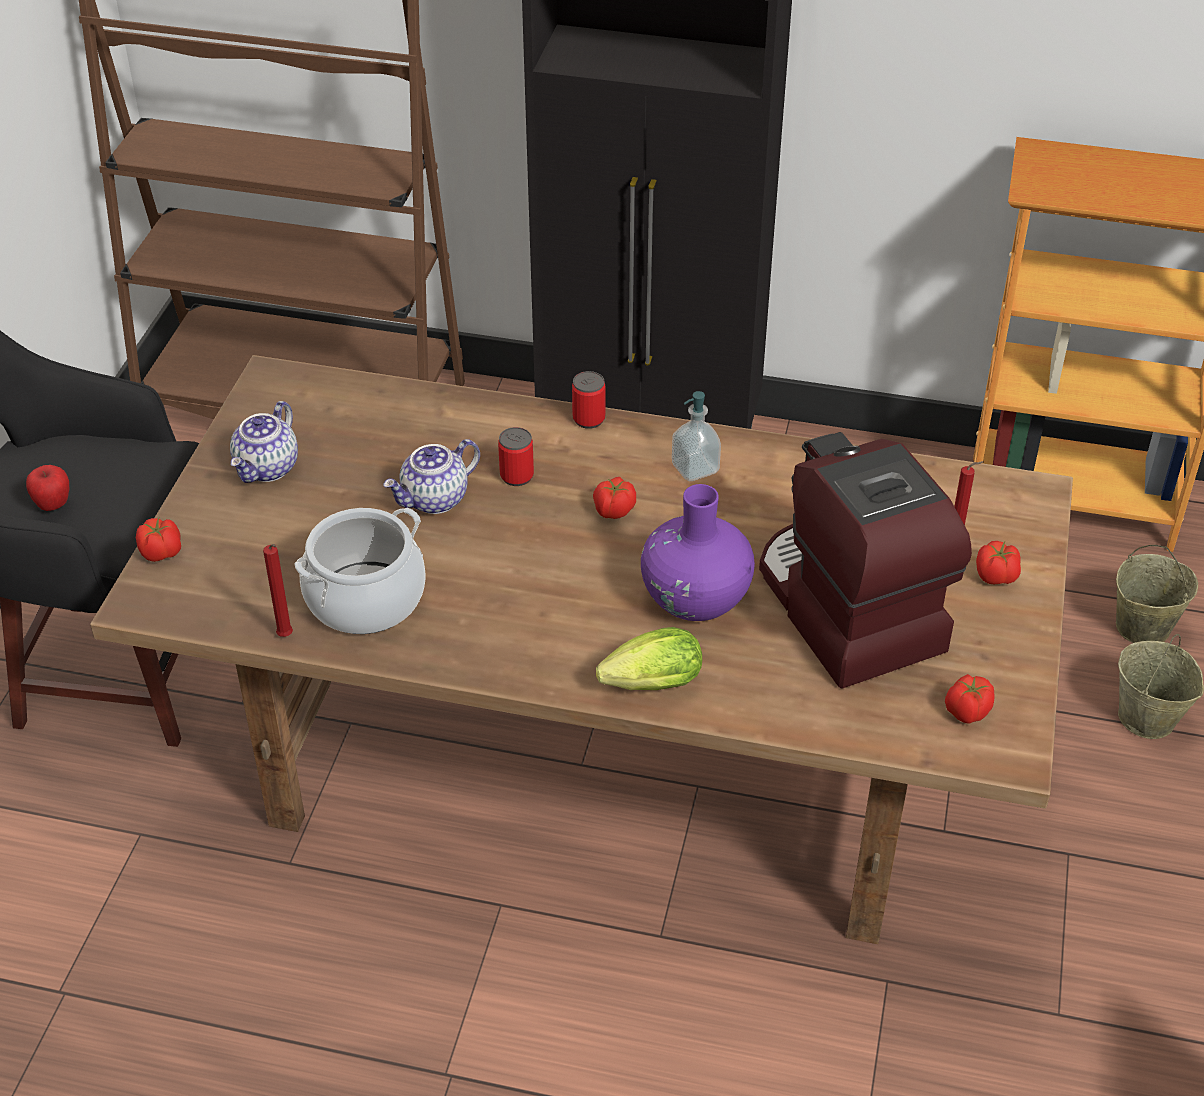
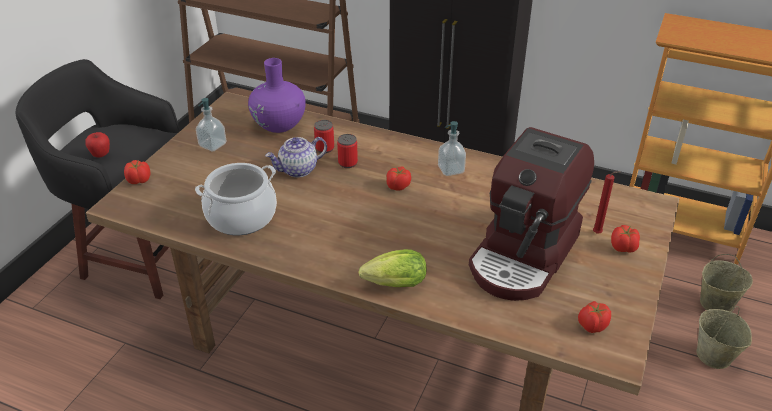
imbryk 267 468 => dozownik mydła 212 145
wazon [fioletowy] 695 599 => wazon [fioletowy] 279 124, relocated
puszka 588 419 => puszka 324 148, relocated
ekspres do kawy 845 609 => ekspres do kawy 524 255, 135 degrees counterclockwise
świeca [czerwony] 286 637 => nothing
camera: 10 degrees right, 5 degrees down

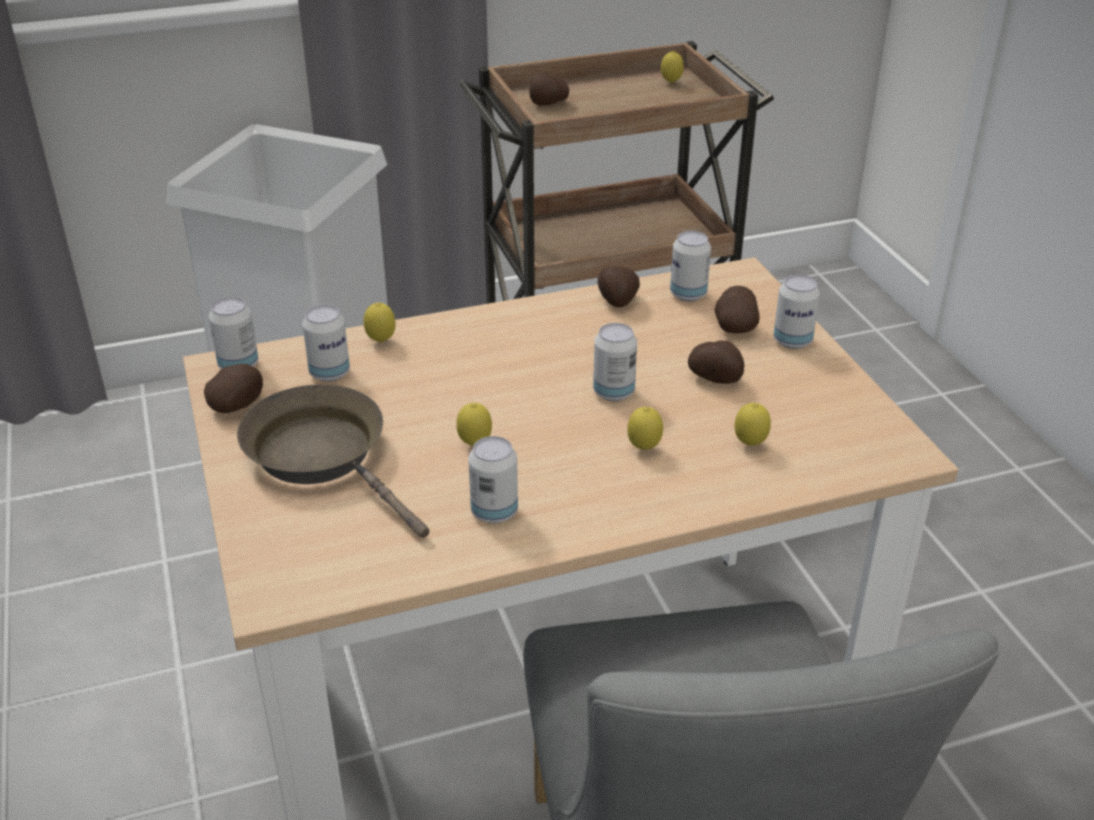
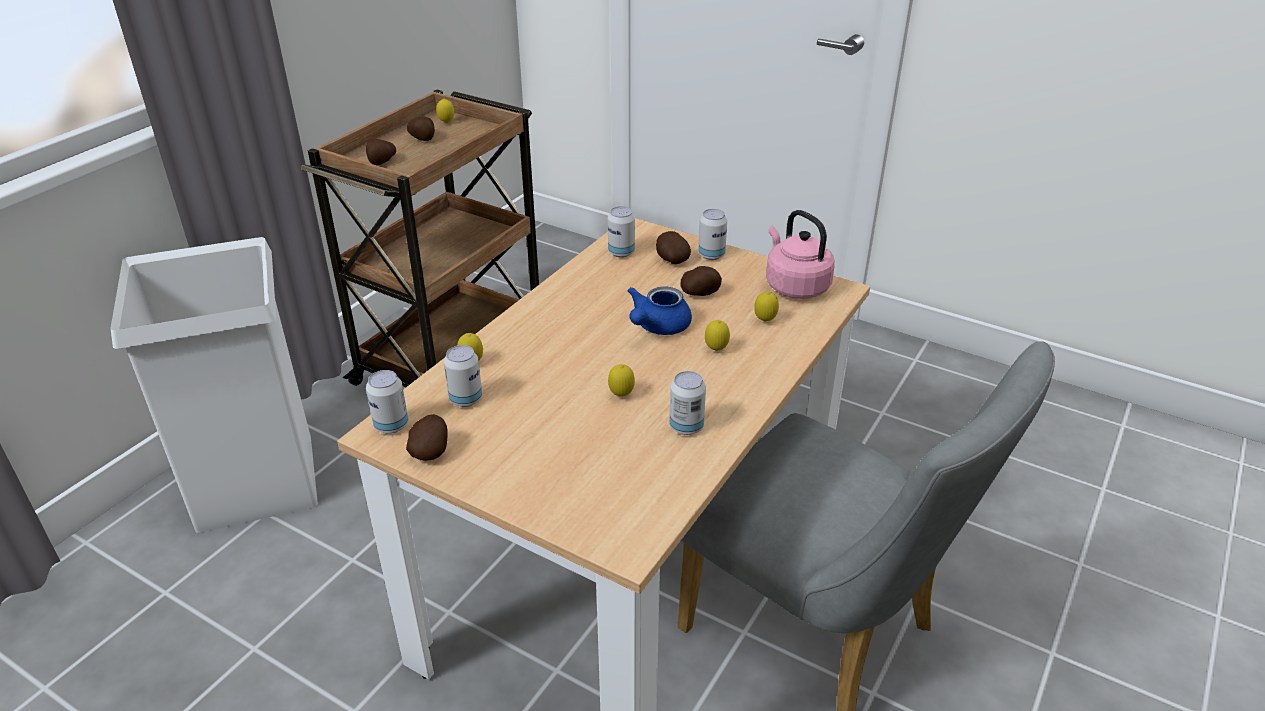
ziemniak 617 301 => ziemniak 423 139, relocated
puszka 613 392 => imbryk [niebieski] 657 327
nothing => czajnik [różowy] 794 286
patelnia [brązowy] 323 457 => nothing
camera: 40 degrees left, 0 degrees up

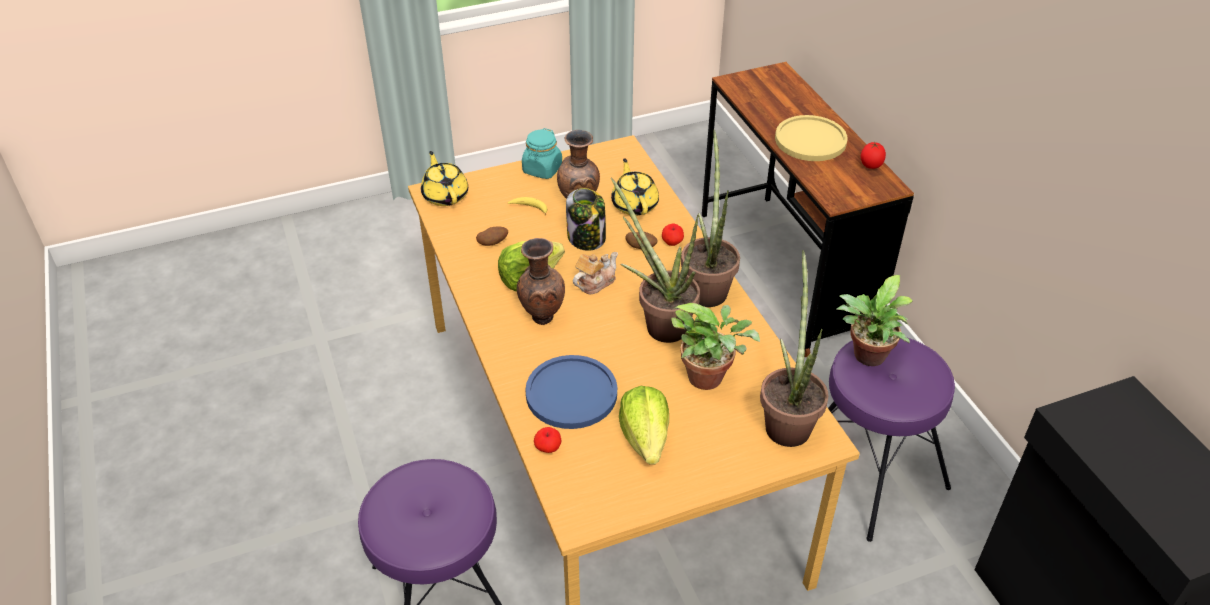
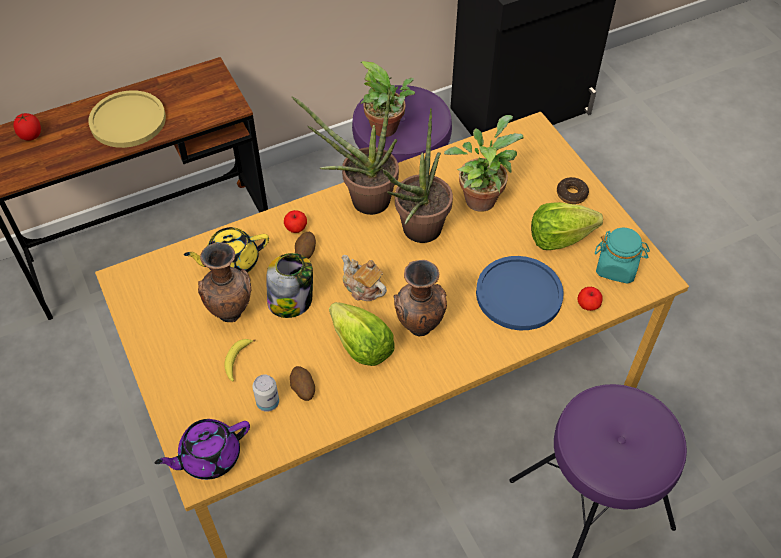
pomidor 870 166 => pomidor 31 136, relocated
imbryk [żółty] 445 195 => imbryk [fioletowy] 209 456
nothing => puszka 268 402
nothing => donut 571 194
słoik [turkusowy] 542 169 => słoik [turkusowy] 616 268, relocated
roślina doniczkowa 787 421 => nothing
camera: 95 degrees left, 10 degrees up

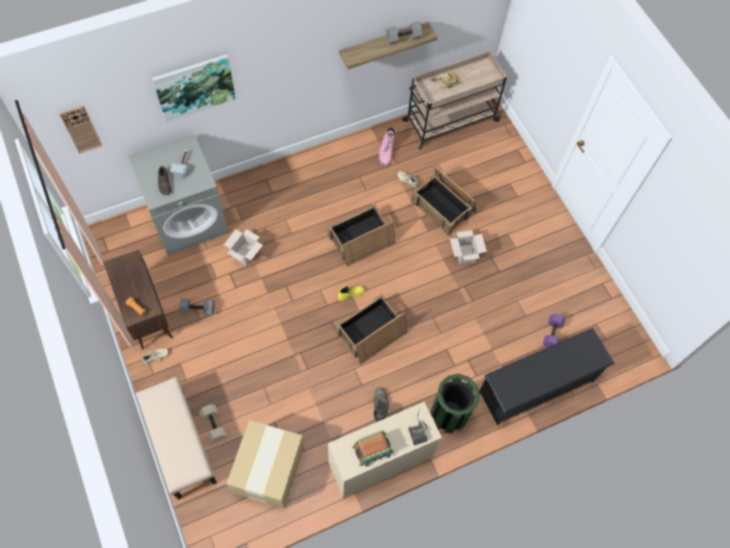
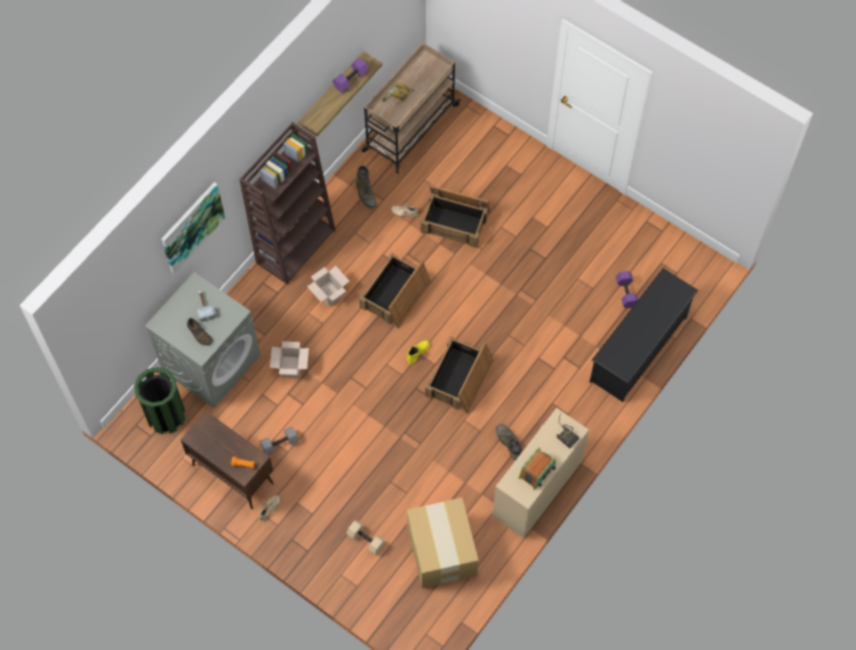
kosz na śmieci [zielony] 448 415 => kosz na śmieci [zielony] 166 416, relocated
nothing => regał [brązowy] 296 245
karton 464 254 => karton 328 293, relocated
hantel [szary] 403 37 => hantel [fioletowy] 350 79
but z cholewką [różowy] 386 152 => but z cholewką [zielony] 365 193
zegar ścienny 81 129 => nothing
ławka [beżowy] 180 443 => nothing
camera: 25 degrees left, 0 degrees up

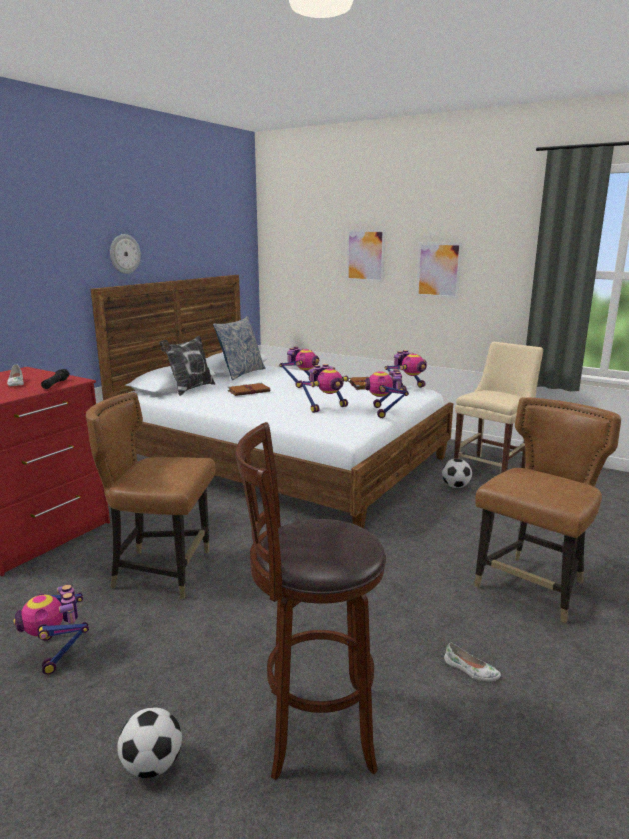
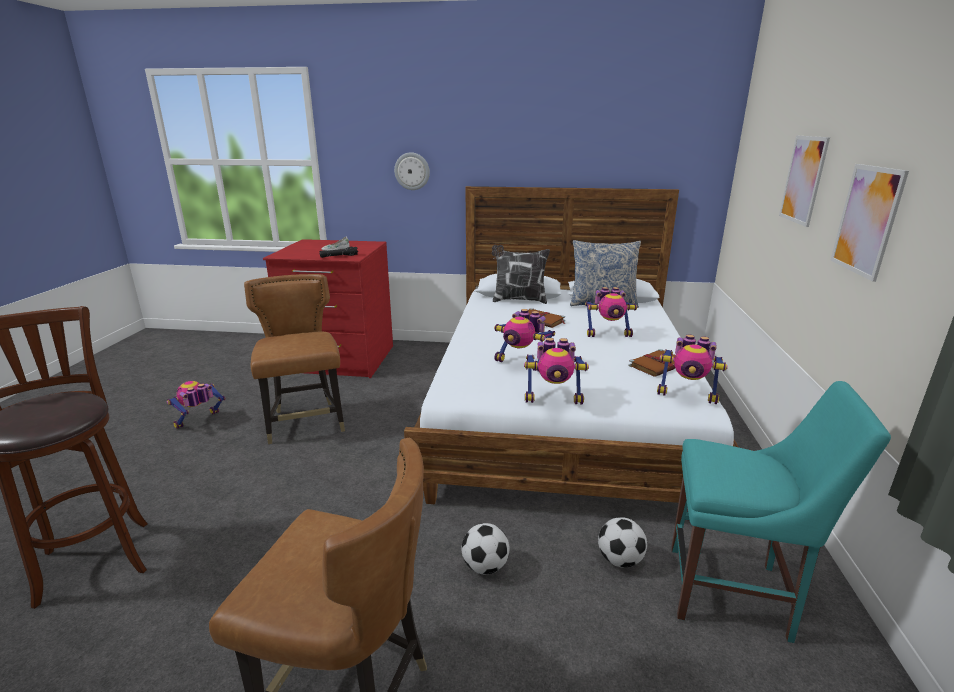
zegar ścienny 124 254 => zegar ścienny 412 171, relocated
piłka futbolowa 153 765 => piłka futbolowa 485 566, relocated
robot zabawkowy 385 412 => robot zabawkowy 553 398, 150 degrees counterclockwise
krzesło [beżowy] 492 469 => krzesło [turkusowy] 734 593
but [biały] 471 670 => nothing
camera: 65 degrees right, 5 degrees up

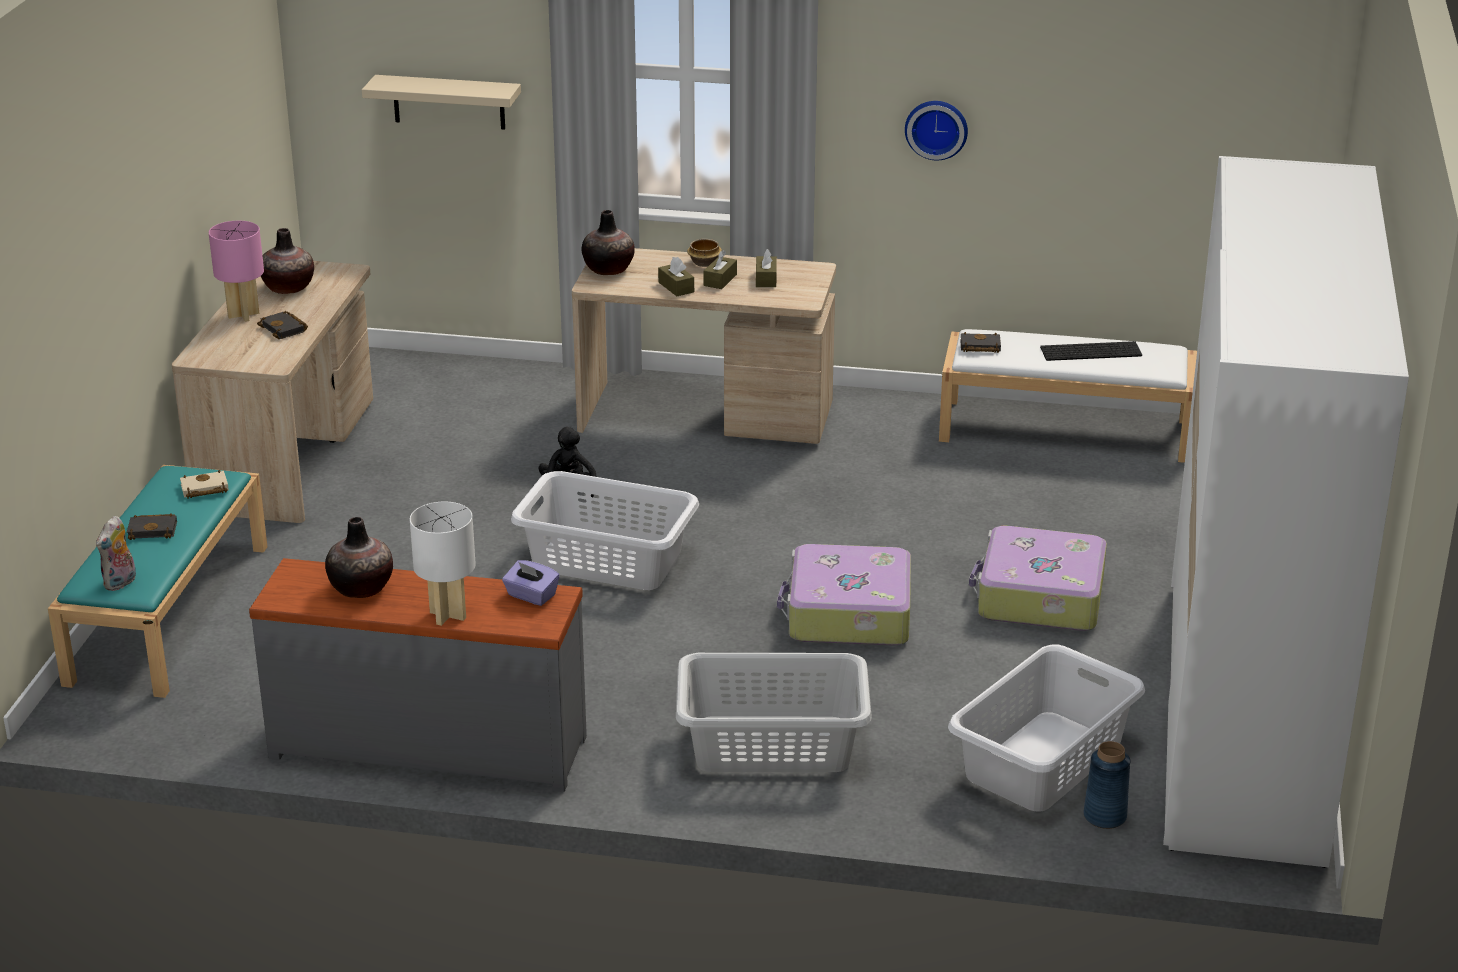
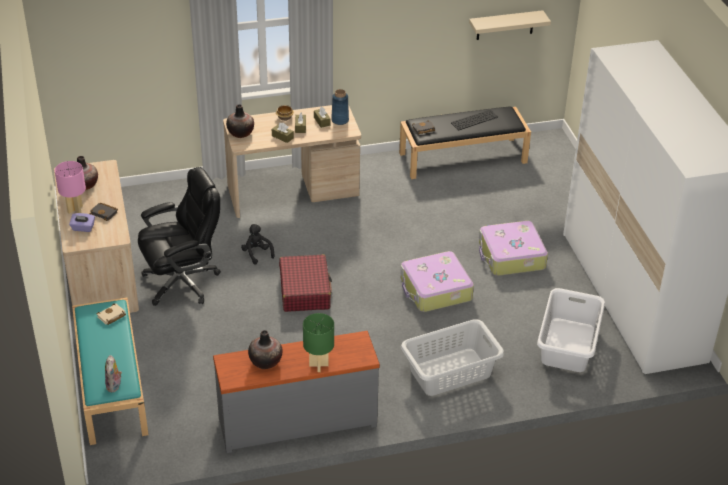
pudełko chusteczek [fioletowy] 531 596 => pudełko chusteczek [fioletowy] 83 228, relocated
nothing => krzesło biurowe [czarny] 183 282
kosz na pranie [biały] 606 560 => walizka [czerwony] 305 291
lampa stołowa [biały] 448 616 => lampa stołowa [zielony] 319 365
wazon [niebieski] 1104 816 => wazon [niebieski] 340 120, relocated
ławka [biały] 1066 430 => ławka [czarny] 463 157
półka [beżowy] 449 102 => półka [beżowy] 505 25, relocated
książka [czarny] 154 530 => nothing
zegar ścienny 936 128 => nothing
camera: 25 degrees left, 10 degrees up

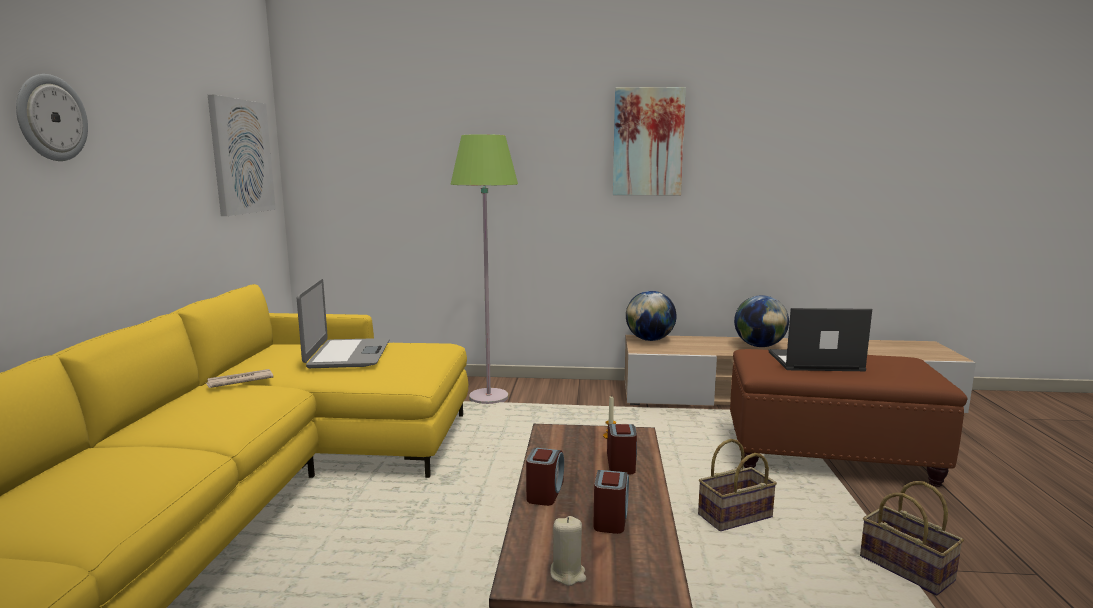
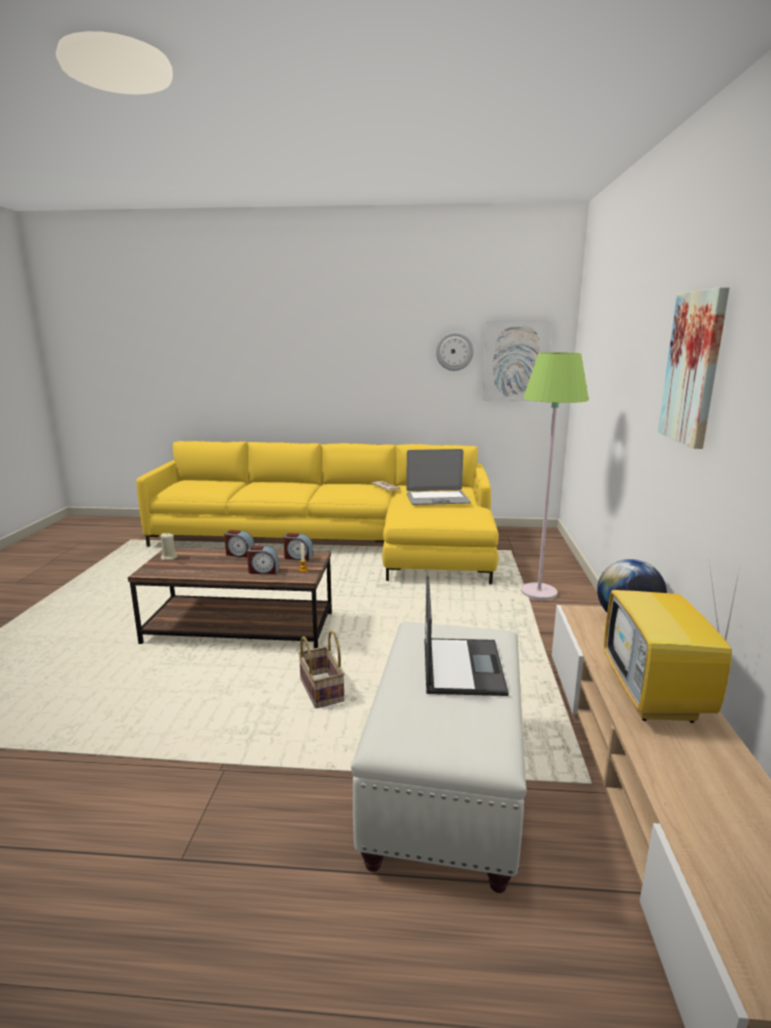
budzik 611 518 => budzik 298 557, relocated
pufa [brązowy] 830 456 => pufa [biały] 445 786
zegar ścienny 51 118 => zegar ścienny 454 351, relocated
globus 759 346 => telewizor 656 698
koszyk 909 569 => nothing
camera: 90 degrees right, 5 degrees up

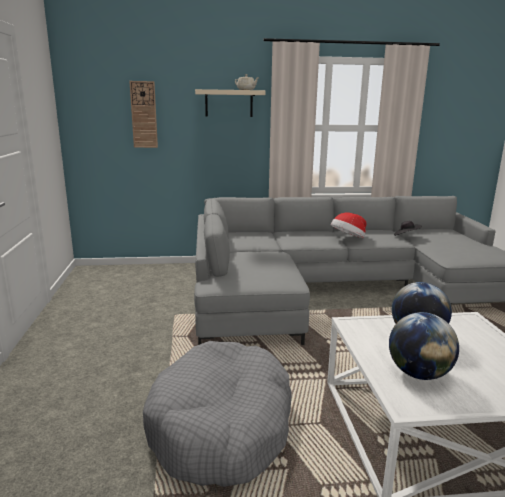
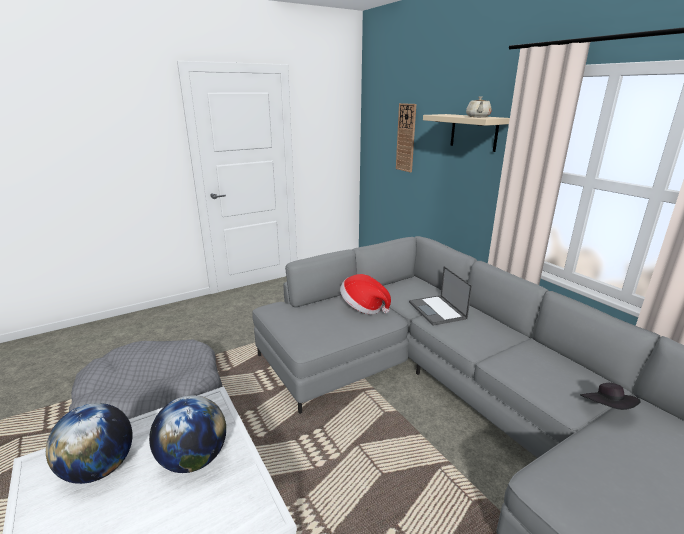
kapelusz 348 239 => kapelusz 363 307, relocated
nothing => laptop 438 310
camera: 65 degrees right, 5 degrees up

